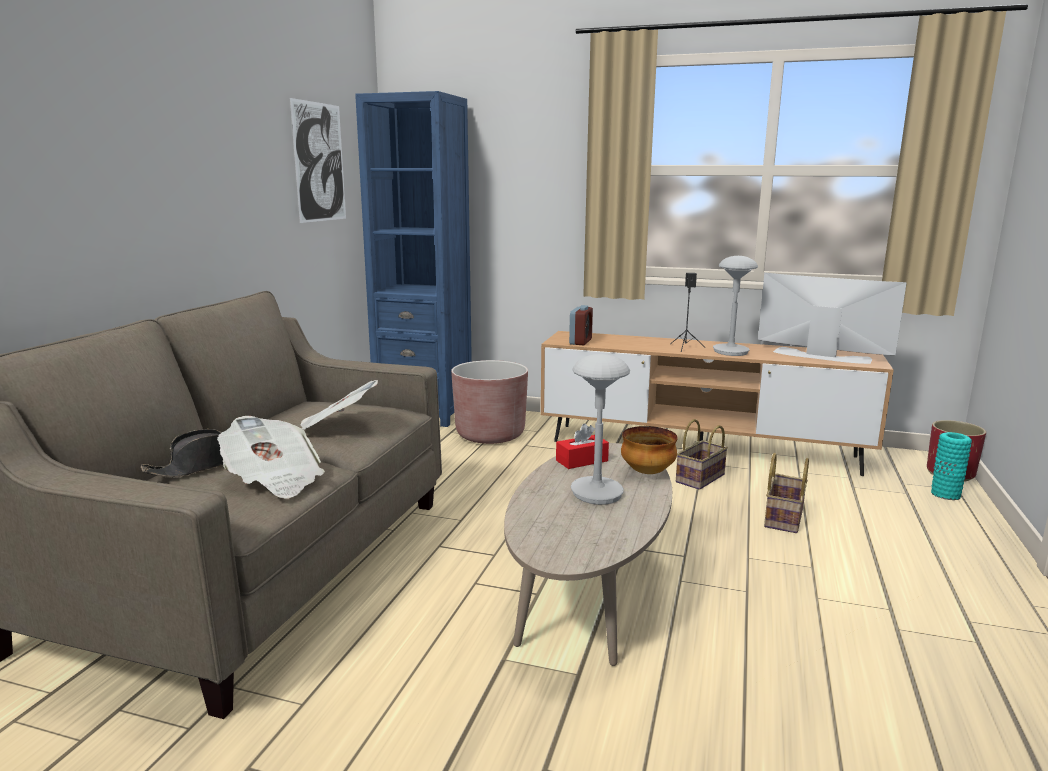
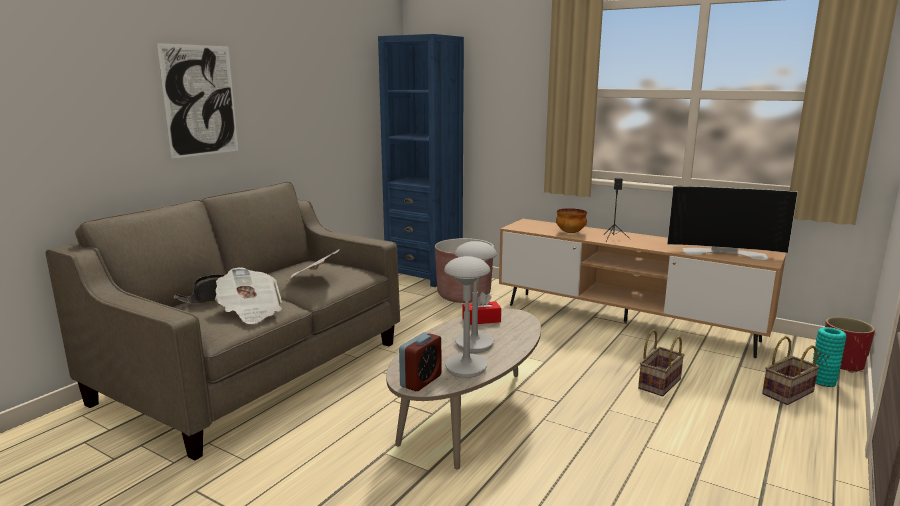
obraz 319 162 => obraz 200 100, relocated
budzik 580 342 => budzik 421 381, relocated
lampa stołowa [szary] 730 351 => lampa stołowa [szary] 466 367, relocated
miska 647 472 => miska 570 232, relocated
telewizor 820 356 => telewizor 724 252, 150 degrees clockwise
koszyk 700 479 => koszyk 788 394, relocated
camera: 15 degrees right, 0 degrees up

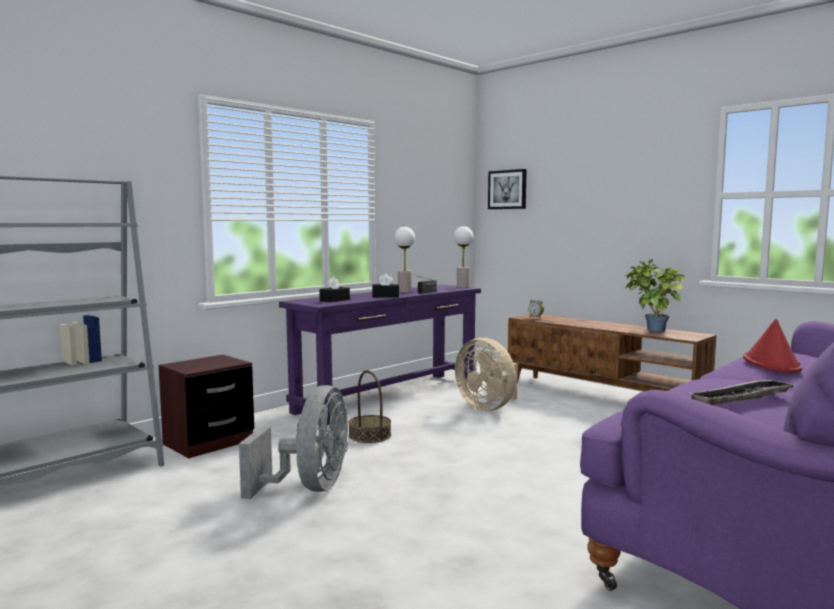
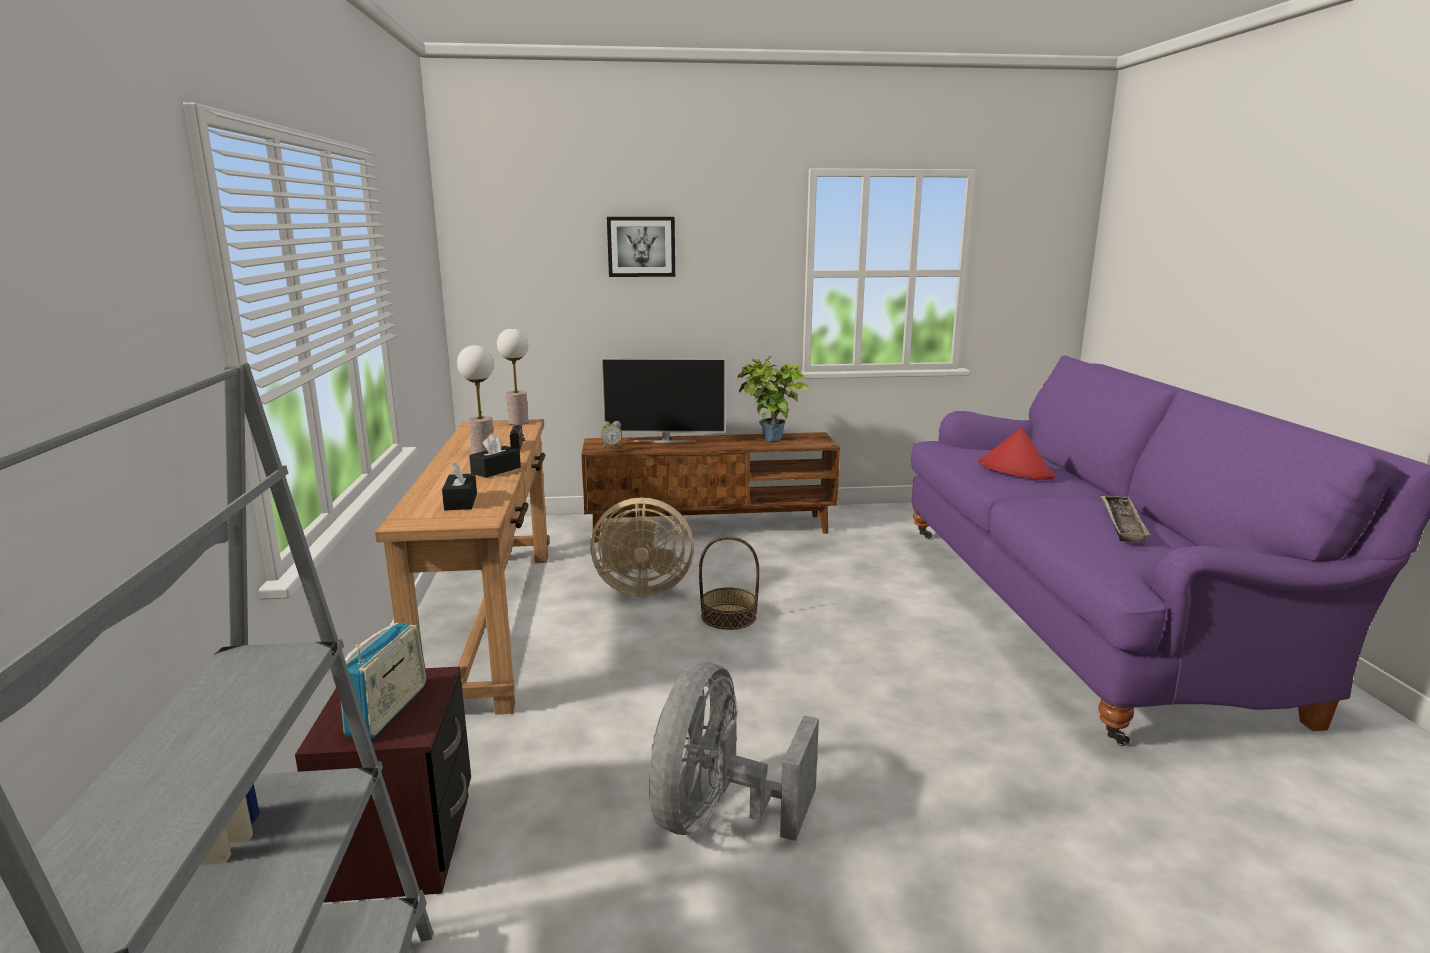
nothing => radio 388 710
stolik konsolowy [fioletowy] 389 397 => stolik konsolowy [brązowy] 491 622
nothing => telewizor 665 441
obraz 507 189 => obraz 641 246, relocated
wentylator [szary] 310 488 => wentylator [szary] 718 816, 120 degrees counterclockwise
koszyk 369 435 => koszyk 728 617, relocated
camera: 50 degrees left, 10 degrees up

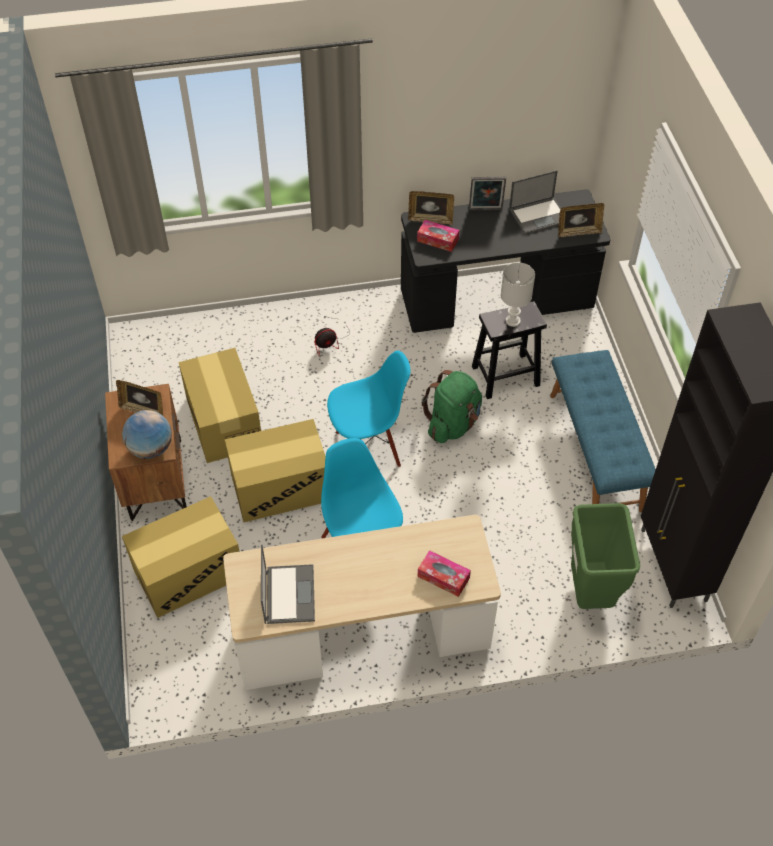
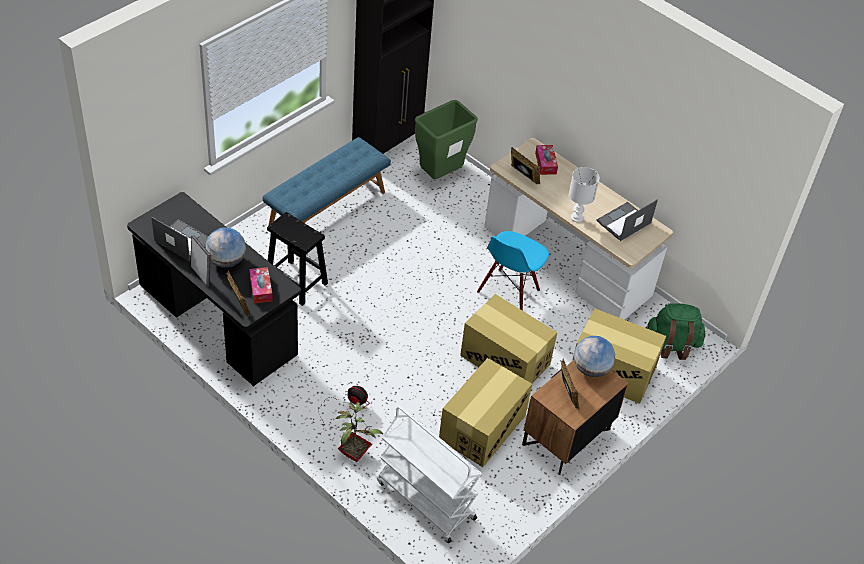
nothing => globus 226 261
nothing => roślina doniczkowa 355 452
nothing => wózek [biały] 425 500
ramka na zdjęcie 578 232 => ramka na zdjęcie 522 177, relocated
lampa stołowa [biały] 512 321 => lampa stołowa [biały] 577 218, relocated
plecak [zielony] 453 424 => plecak [zielony] 671 345, relocated
krzesło [niebieski] 368 447 => nothing
camera: 130 degrees left, 5 degrees down

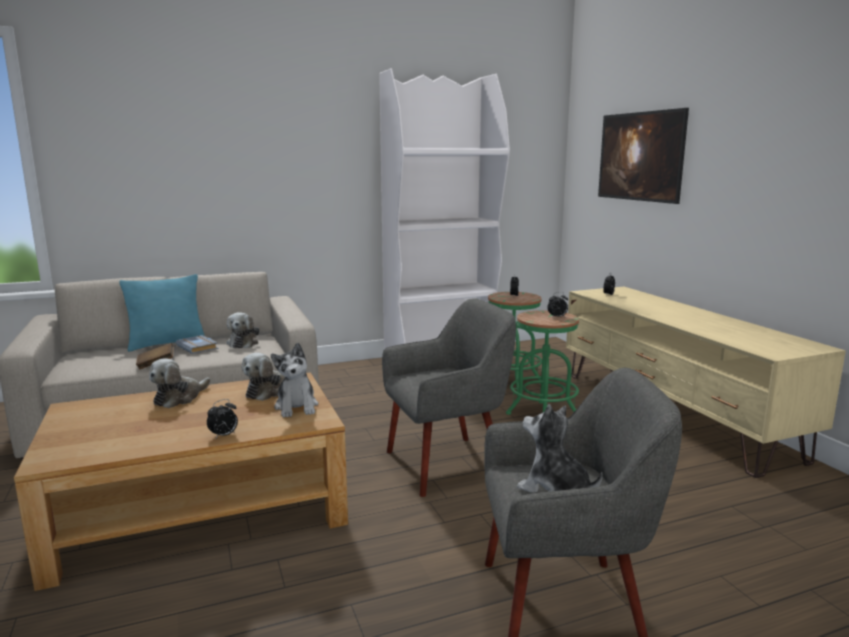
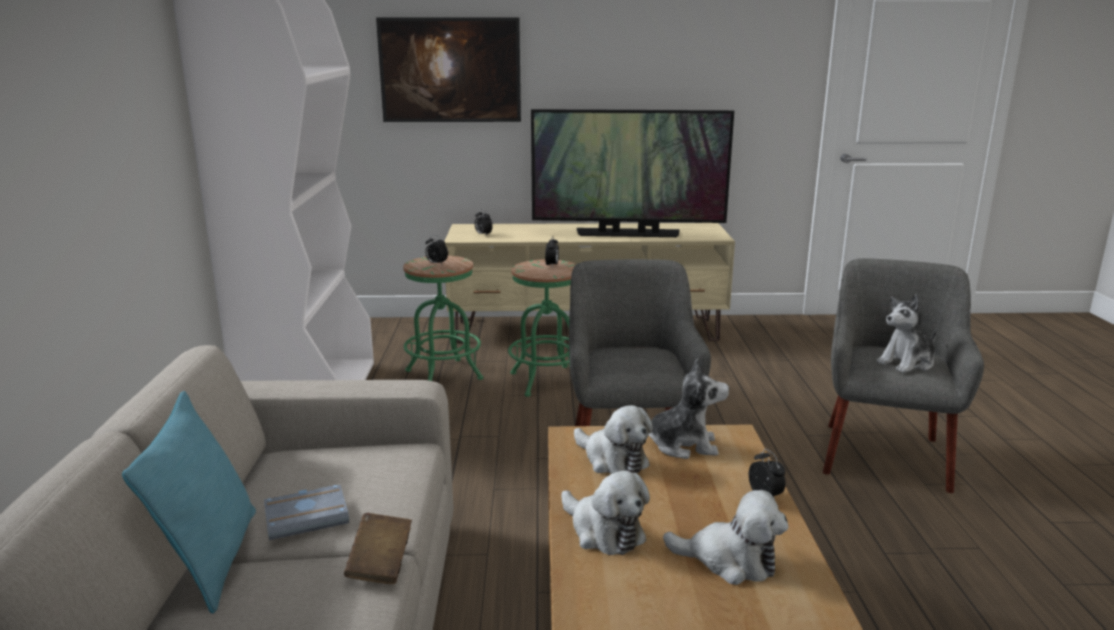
nothing => telewizor 628 234
pluszak 243 343 => pluszak 730 560, relocated
camera: 70 degrees left, 5 degrees up

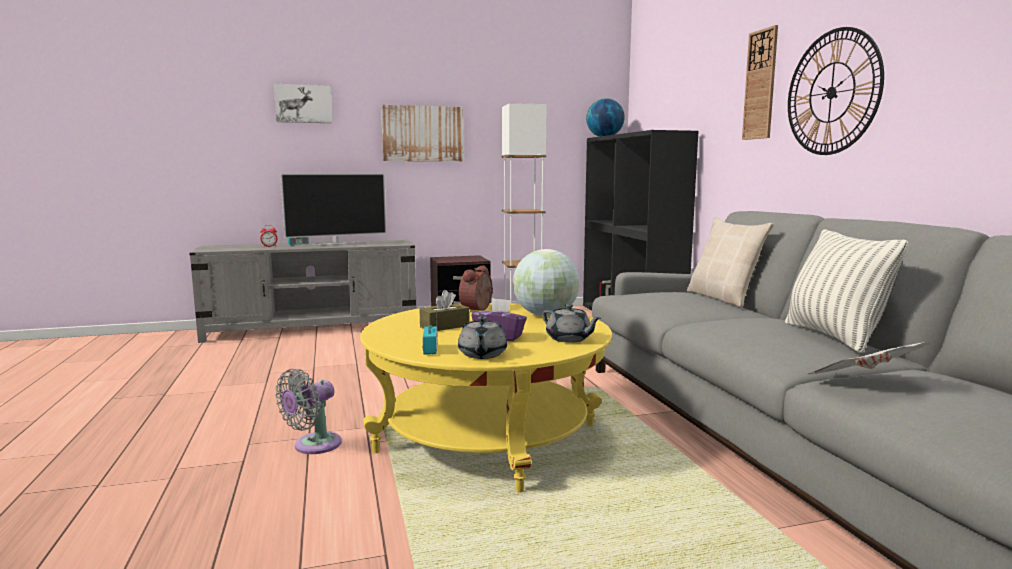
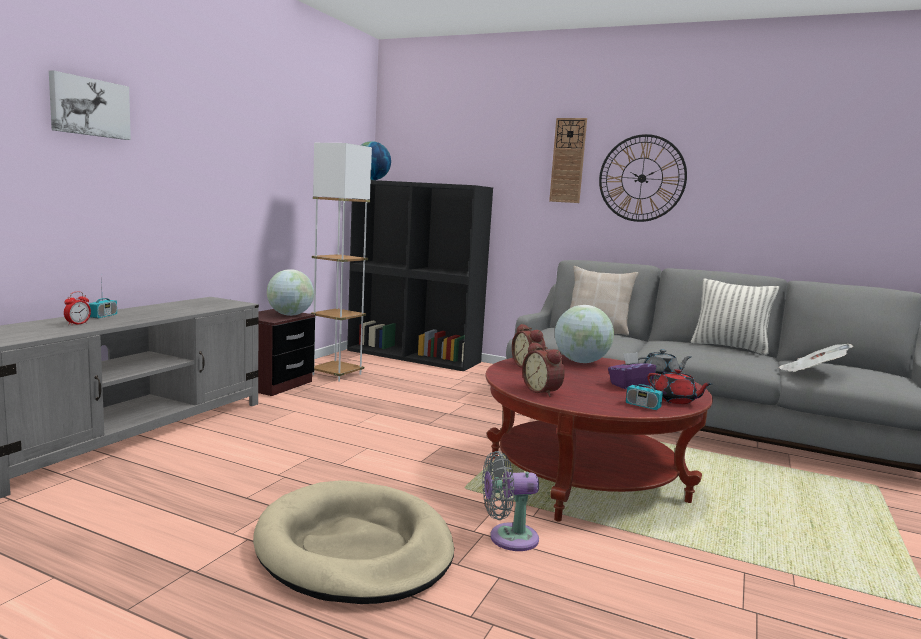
nothing => legowisko [beżowy] 354 548
nothing => globus 290 315
wentylator [szary] 313 446 => wentylator [szary] 508 538, 90 degrees clockwise
ława [żółty] 487 438 => ława [czerwony] 585 478
nothing => budzik 543 391
imbryk [szary] 482 355 => imbryk [czerwony] 675 400
telewizor 336 244 => nothing
obraz 422 133 => nothing
pudełko chusteczek [brązowy] 444 326 => nothing
camera: 50 degrees left, 0 degrees up

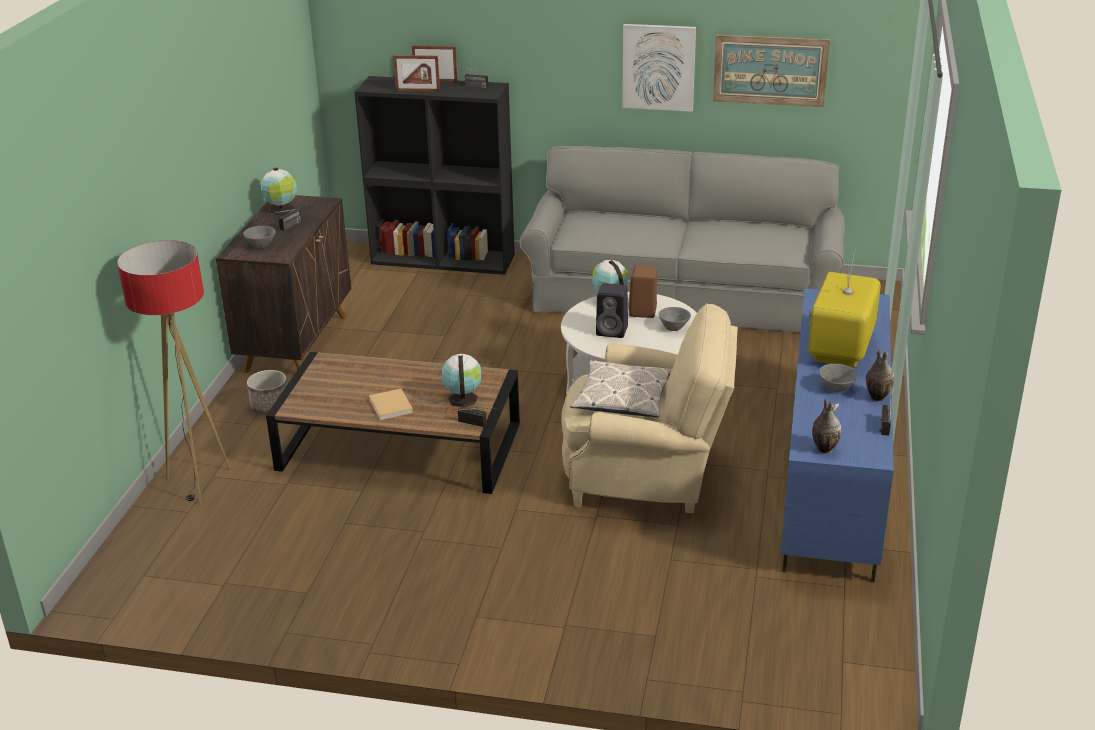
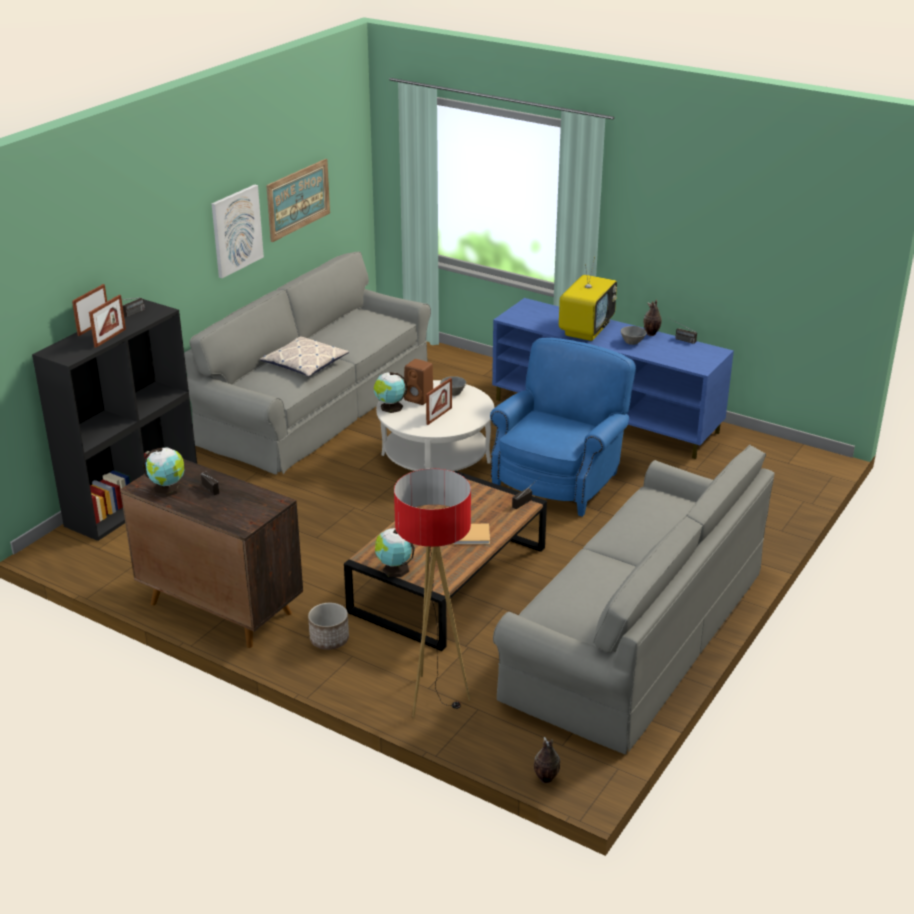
poduszka 622 398 => poduszka 305 363, relocated
globus 462 398 => globus 394 569, relocated
głośnik [czarny] 613 331 => ramka na zdjęcie 439 416
fotel [beżowy] 648 474 => fotel [niebieski] 559 479
nothing => kanapa [szary] 635 633
wazon 823 448 => wazon 545 779, relocated
telewizor 841 350 => telewizor 586 329, 105 degrees counterclockwise
miska [szary] 261 245 => nothing
camera: 70 degrees left, 0 degrees up

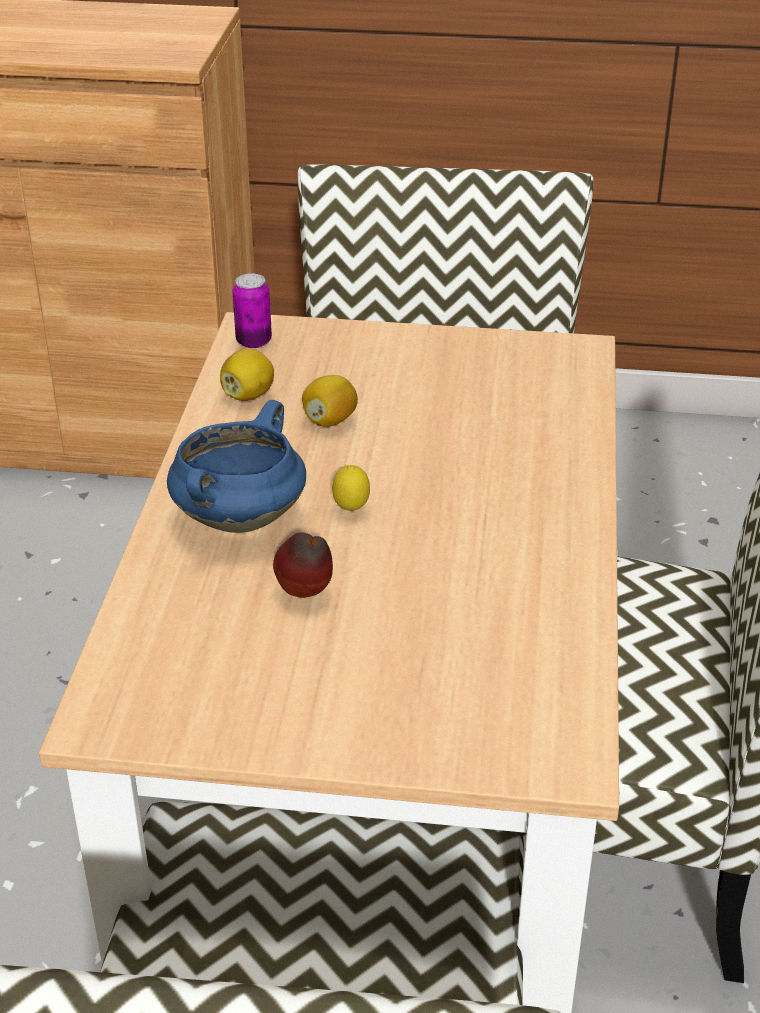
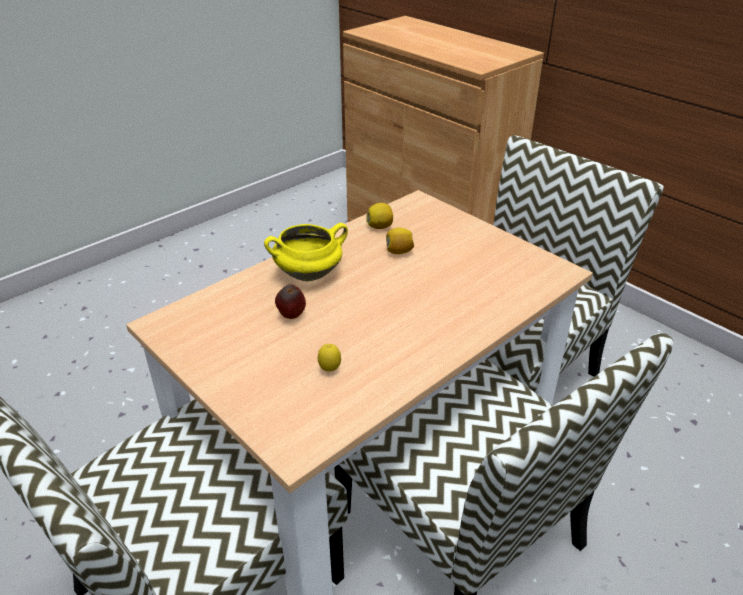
garnek [niebieski] 239 517 => garnek [żółty] 309 274
cytryna 351 510 => cytryna 330 370, relocated
puszka 254 341 => nothing
camera: 40 degrees right, 0 degrees up

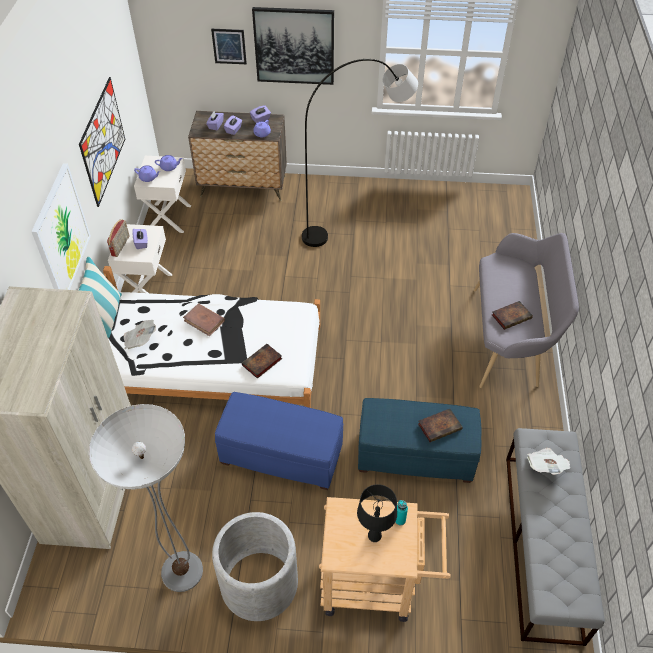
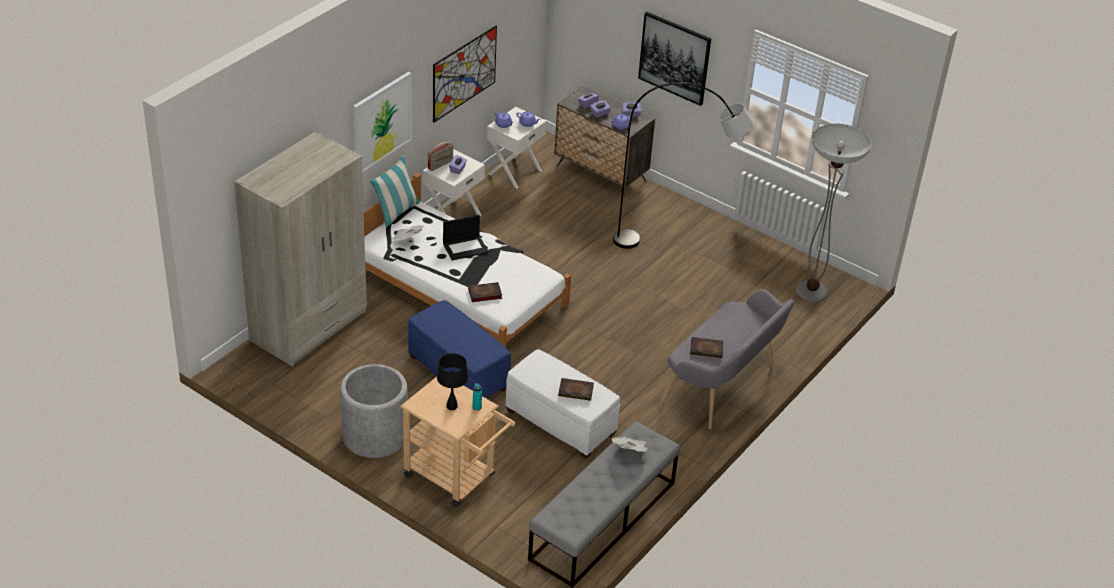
książka [brązowy] 204 321 => laptop 465 247
pufa [niebieski] 415 455 => pufa [biały] 560 422
lampa stojąca 182 571 => lampa stojąca 811 292, relocated
obraz 229 46 => nothing
camera: 30 degrees right, 10 degrees down

